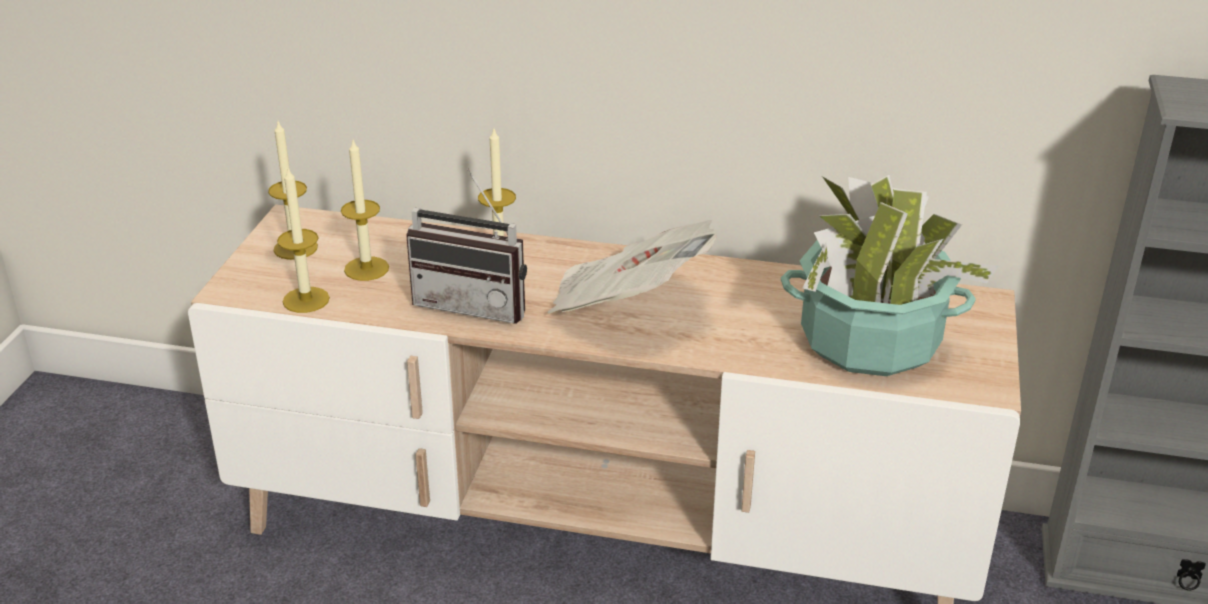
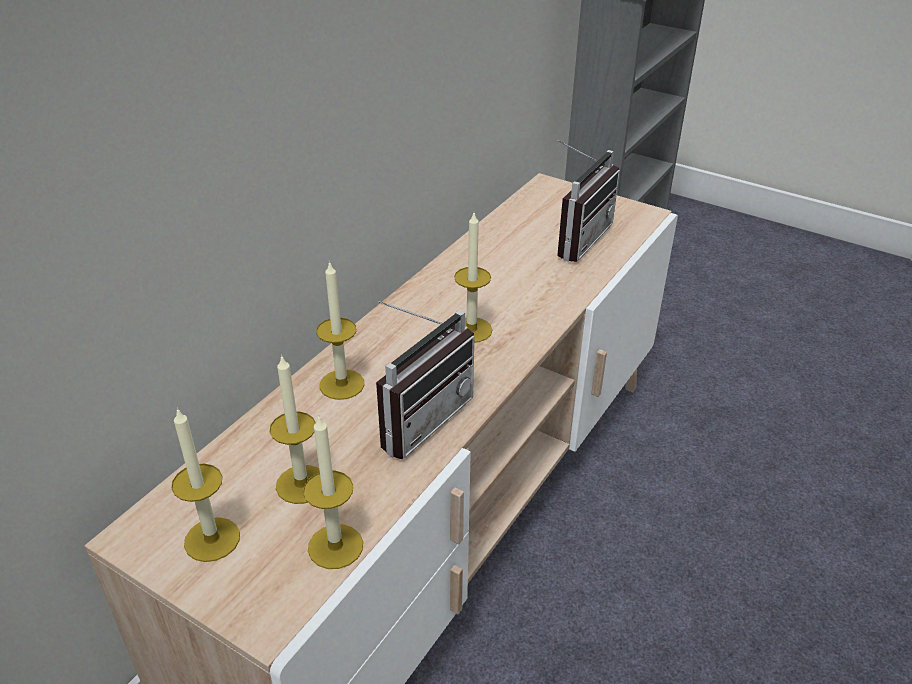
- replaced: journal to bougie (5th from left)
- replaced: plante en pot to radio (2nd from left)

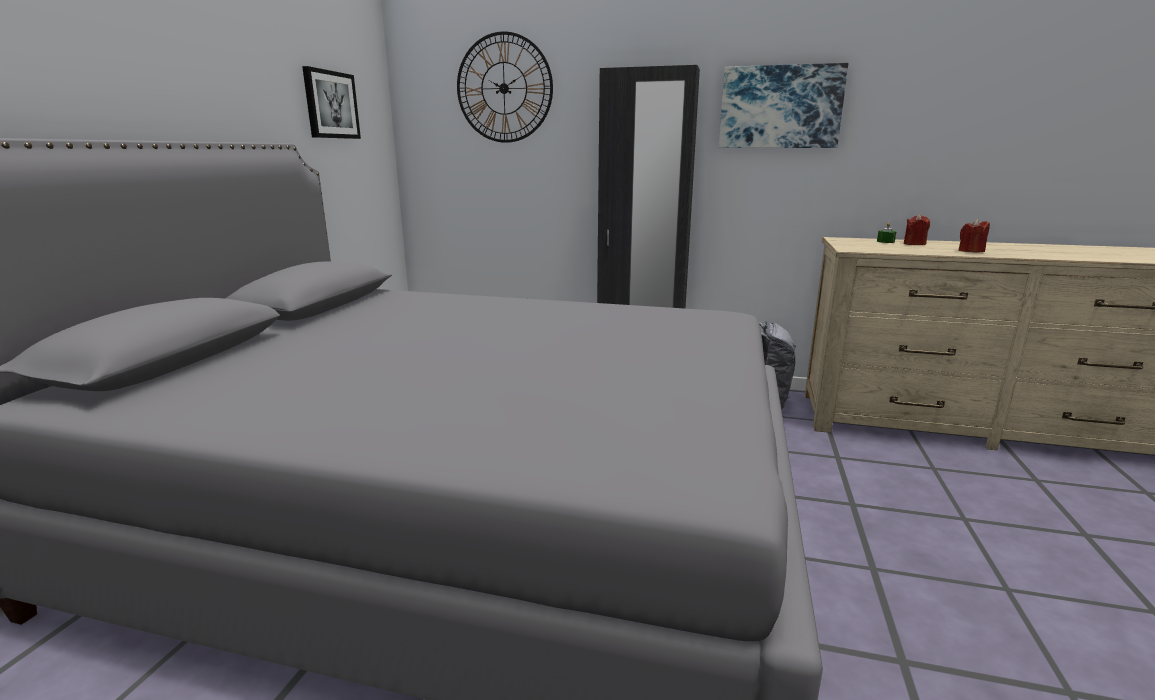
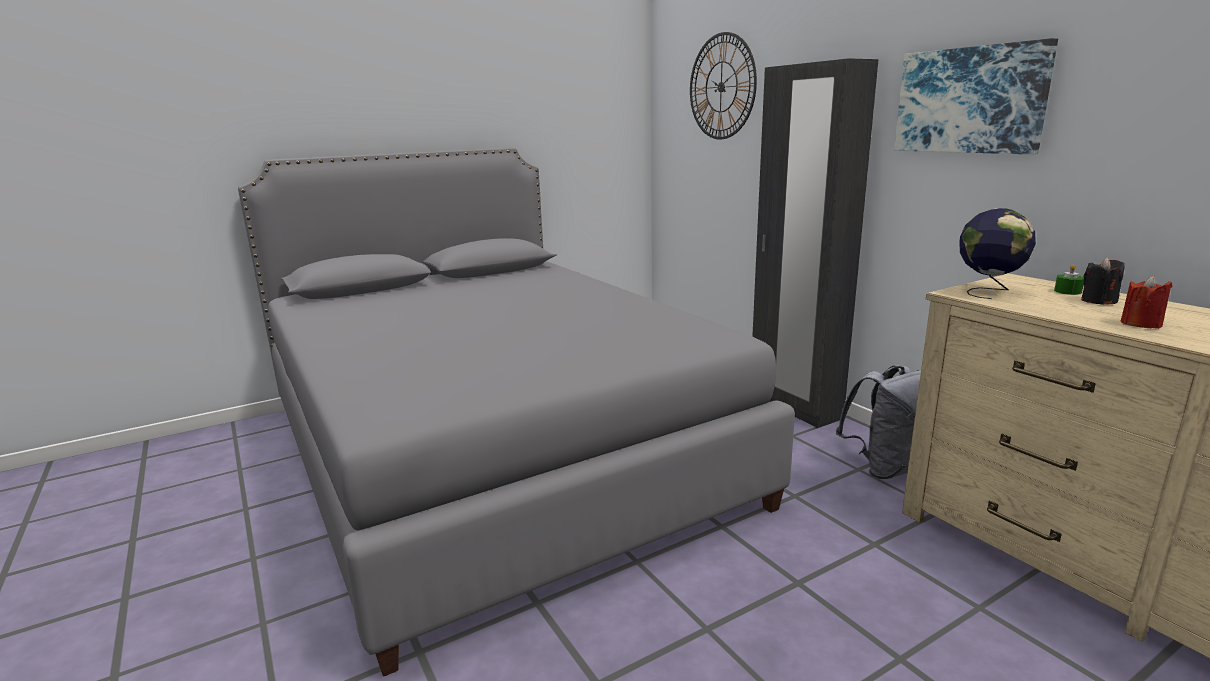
- removed: tableau (1st from left)
- recoloured: bougie (rouge) (1st from left) to bougie (noir)
- added: globe

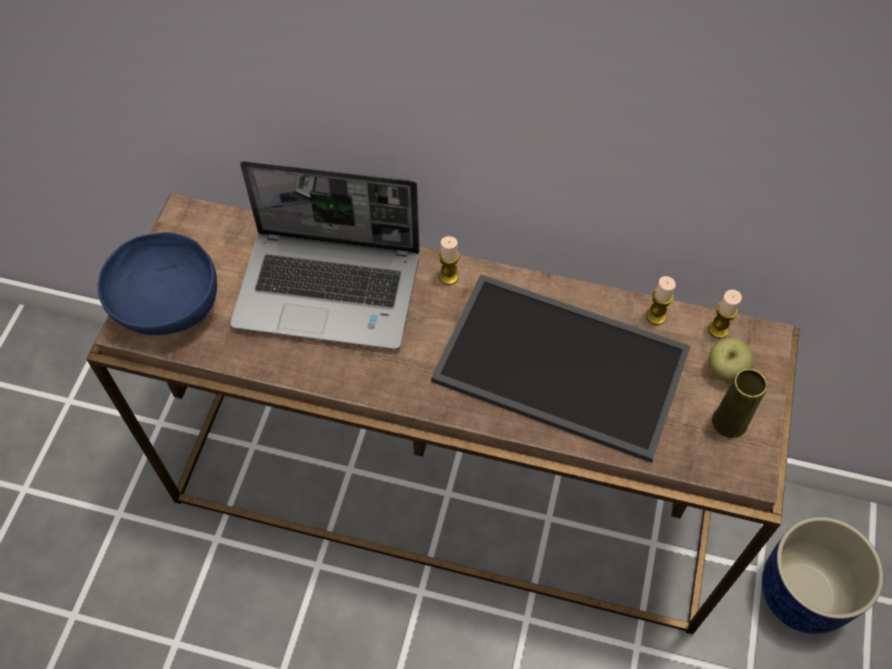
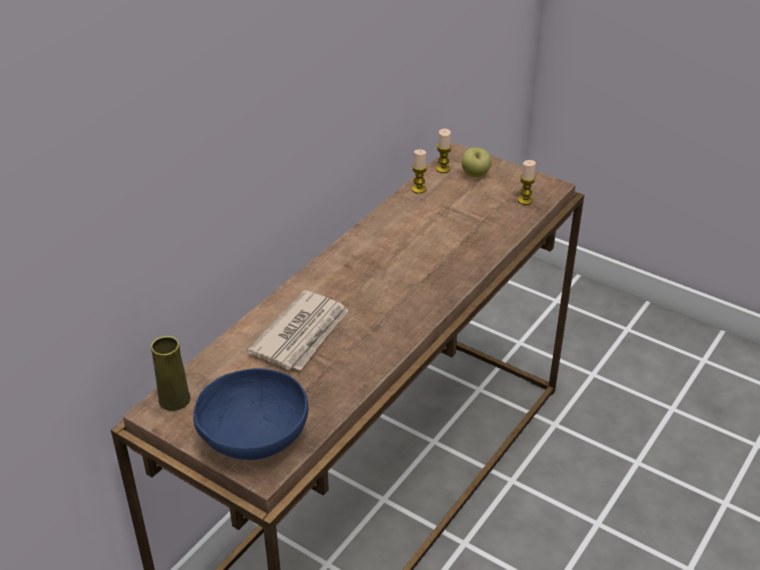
- replaced: ordinateur portable to journal
- removed: plateau
- moved: bougie (1st from left in the first image) to bougie (3rd from left)
- moved: vase (jaune)
- removed: cache-pot (bleu)

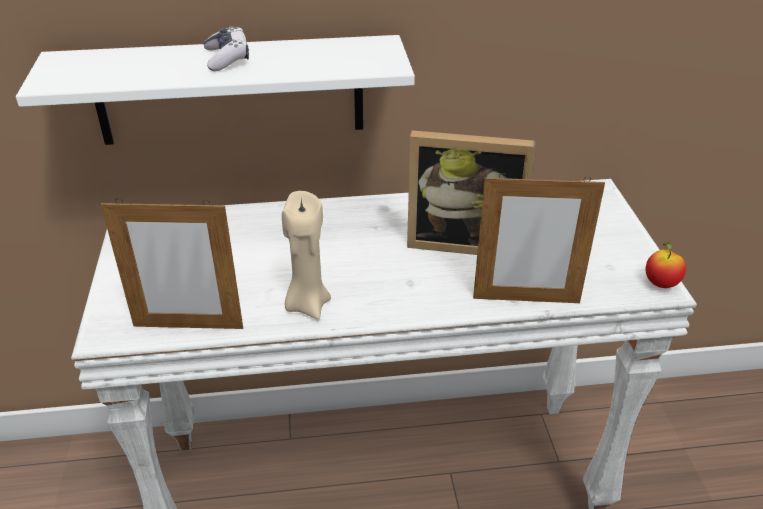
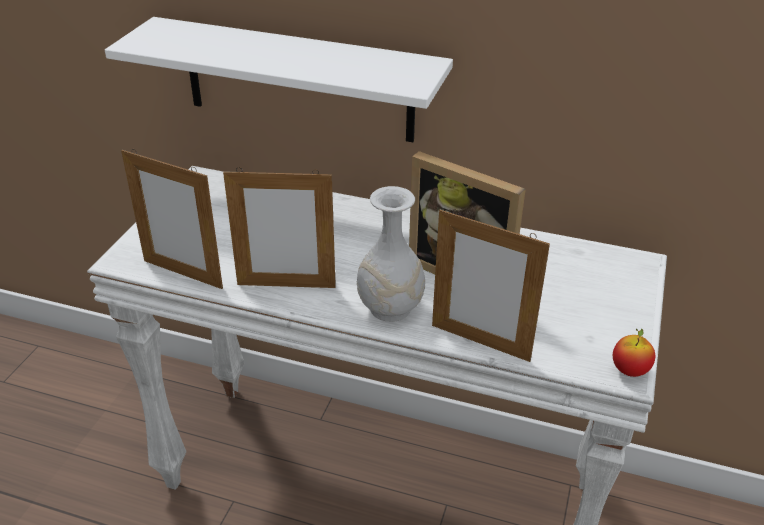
- removed: manette
- replaced: bougie (beige) to cadre photo (2nd from left)
- added: vase (blanc)

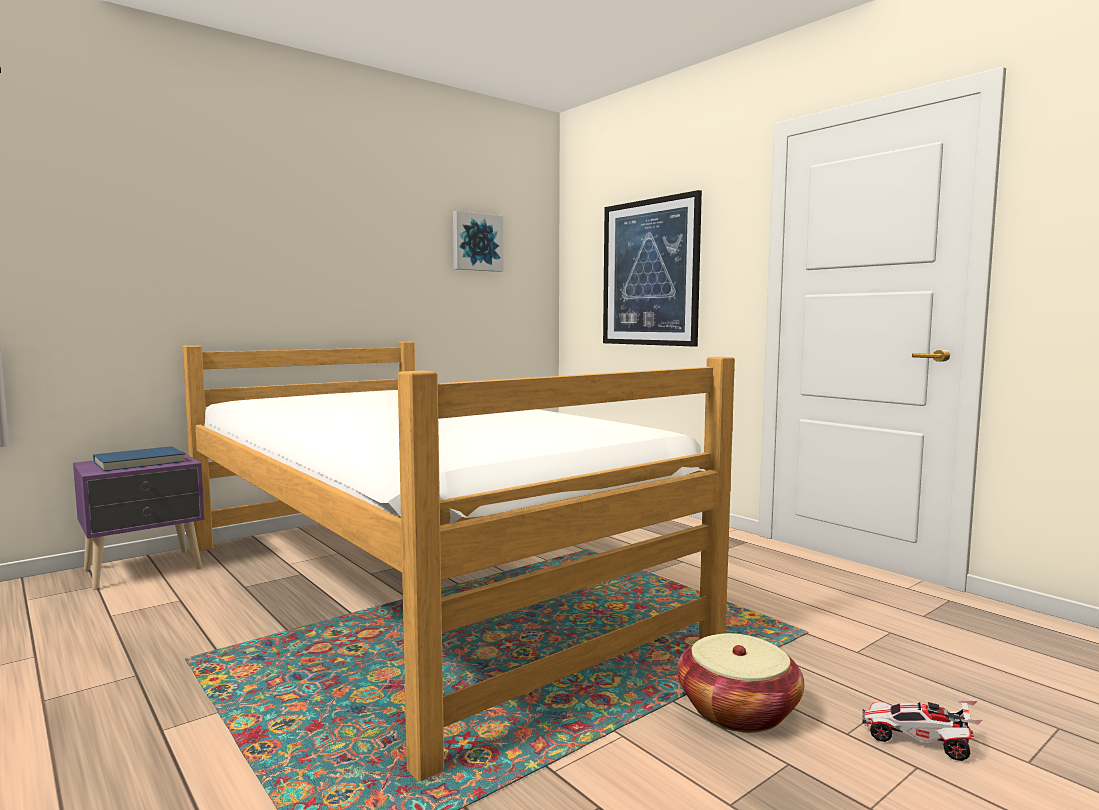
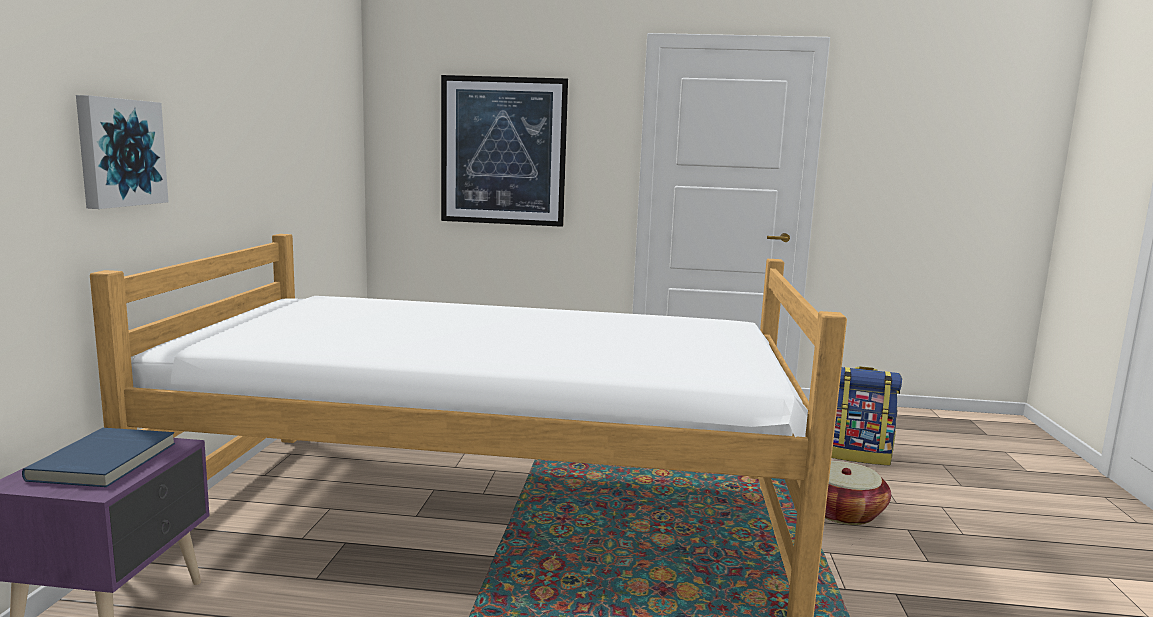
- moved: tableau (1st from left)
- removed: petite voiture
- added: sac à dos

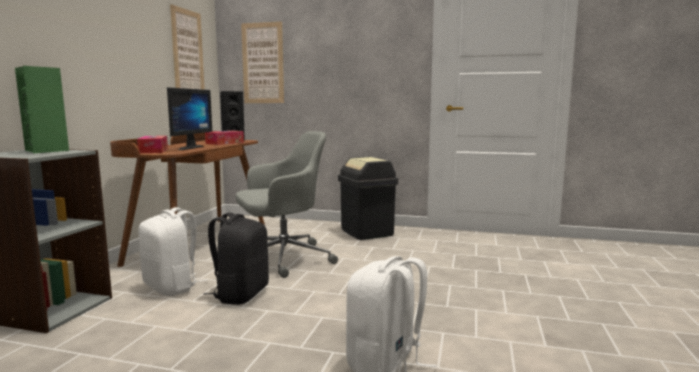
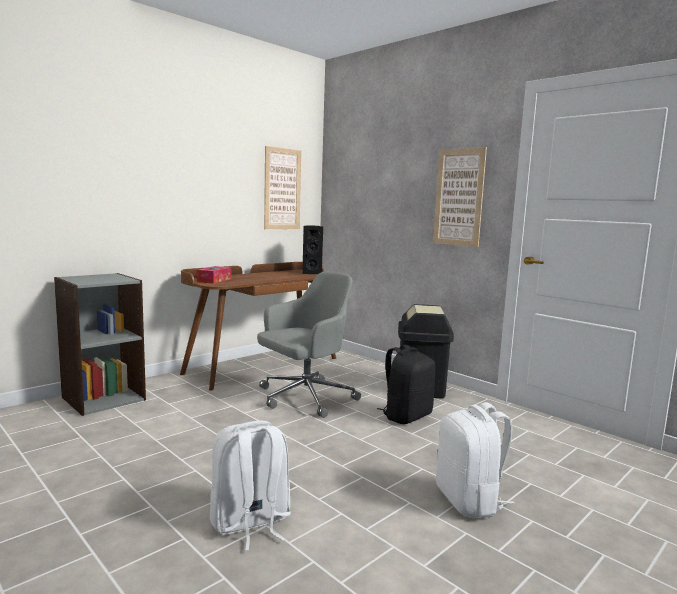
- removed: enceinte (vert)
- moved: sac à dos (blanc) (1st from left in the first image) to sac à dos (blanc) (2nd from left)
- removed: écran d'ordinateur
- moved: sac à dos (noir)
- removed: boîte à mouchoirs (2nd from left)
- turned: chaise de bureau (gris) 45 degrees counterclockwise
- moved: tableau (2nd from left)

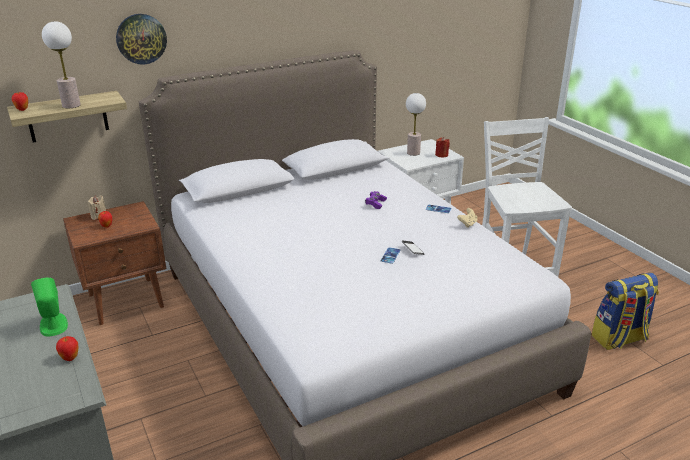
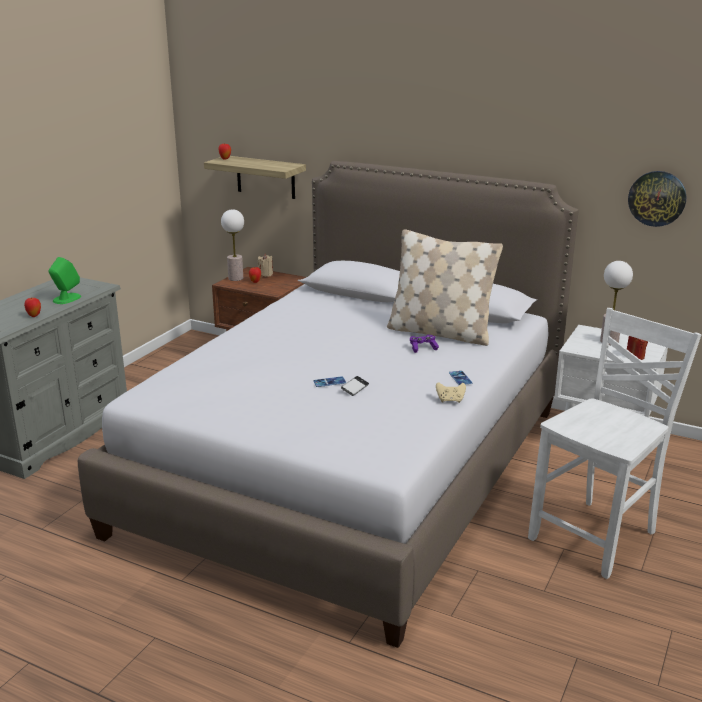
- moved: lampe de table (1st from left)
- moved: horloge murale
- removed: sac à dos
- added: coussin (beige)

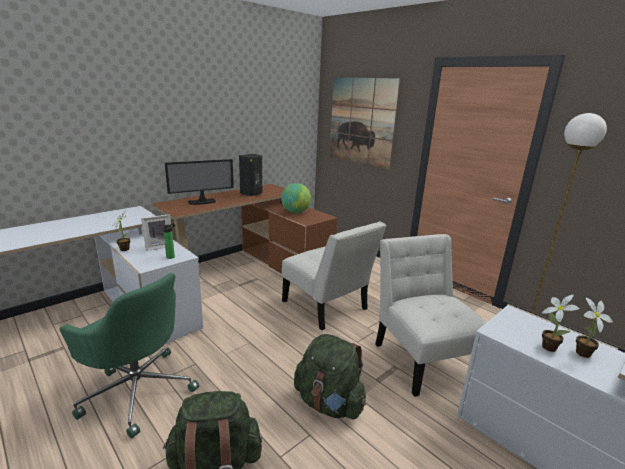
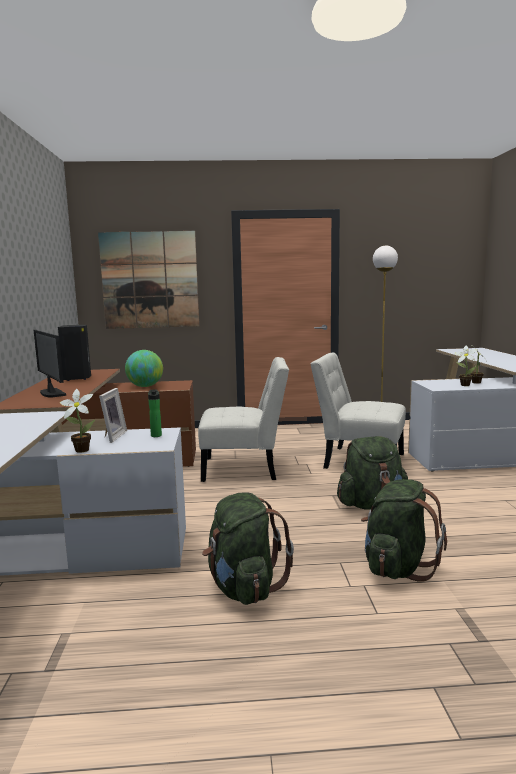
- replaced: chaise de bureau (vert) to sac à dos (vert) (1st from left)
- turned: écran d'ordinateur 135 degrees clockwise

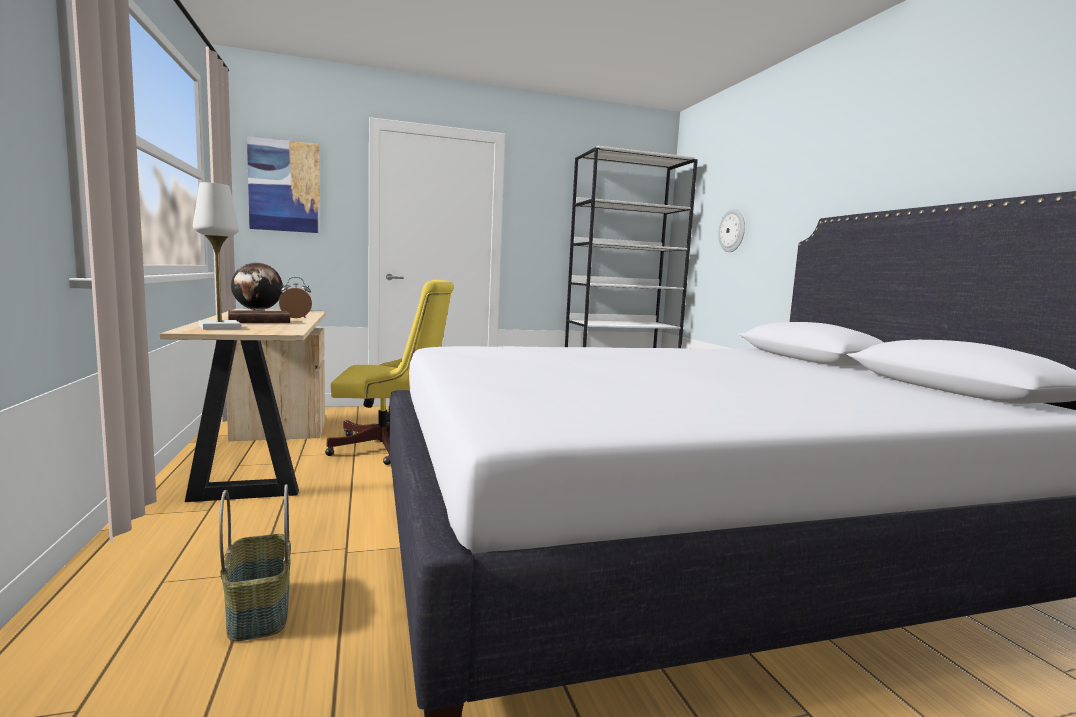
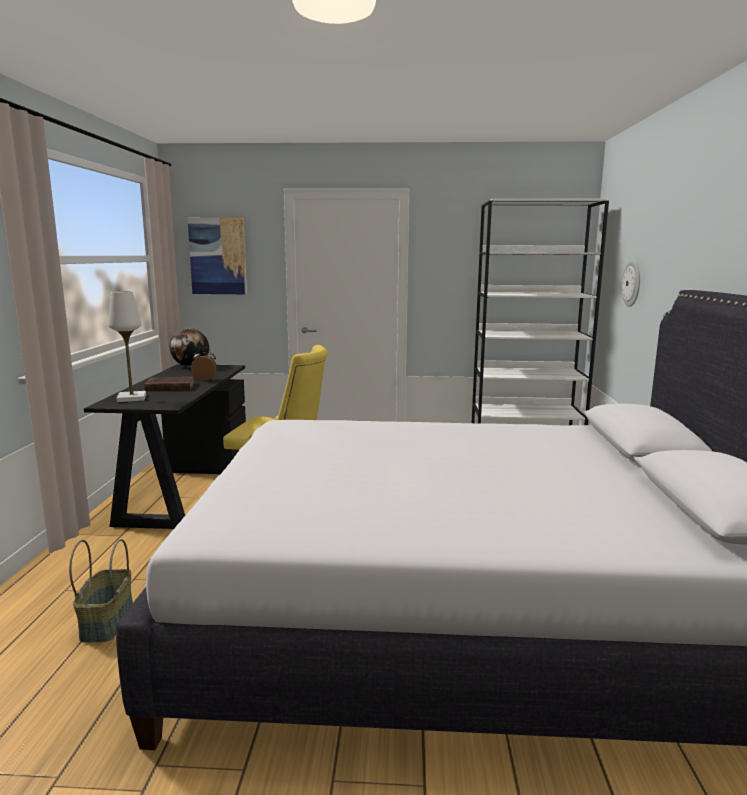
- recoloured: bureau (beige) to bureau (noir)

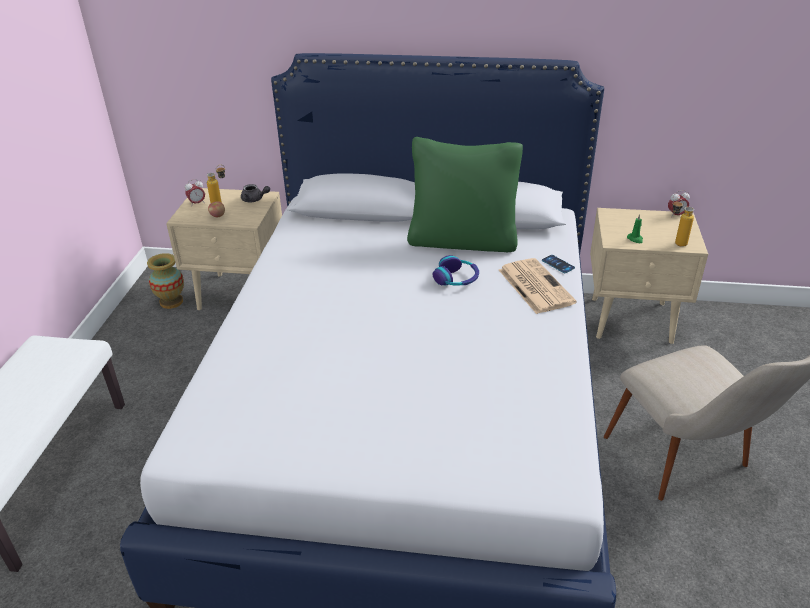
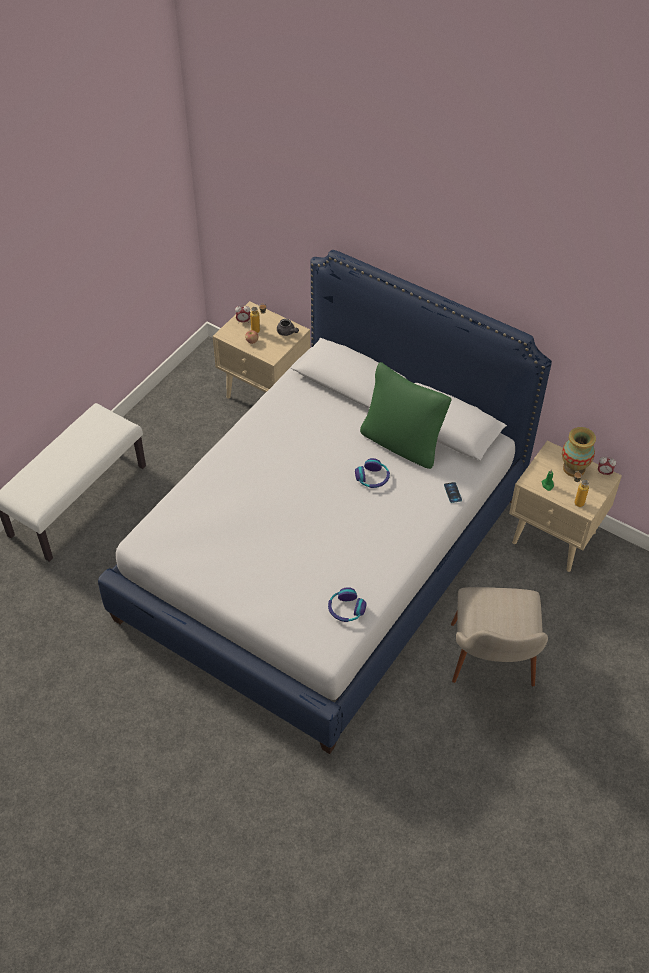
- moved: vase
- removed: journal
- added: casque audio (1st from left)

